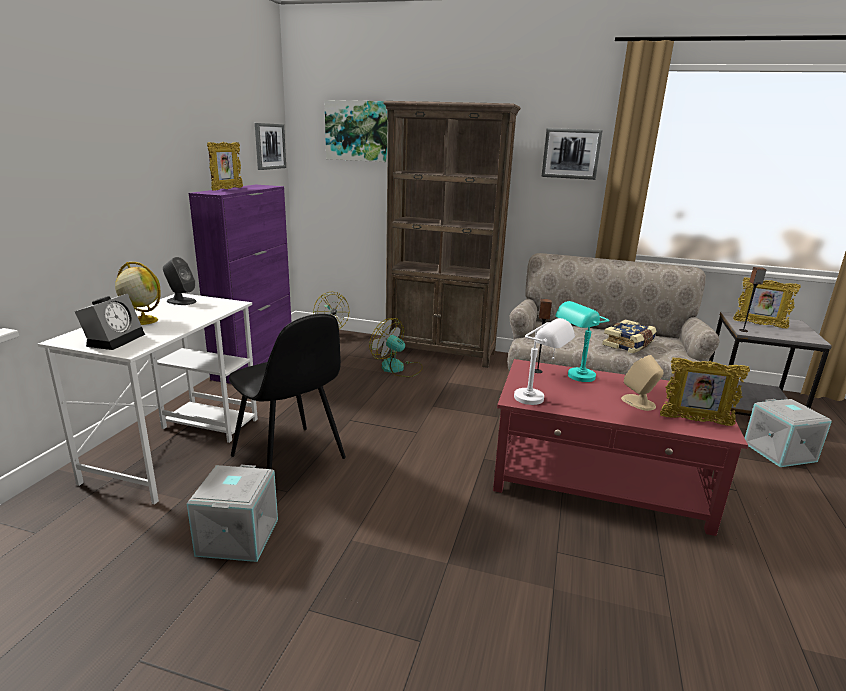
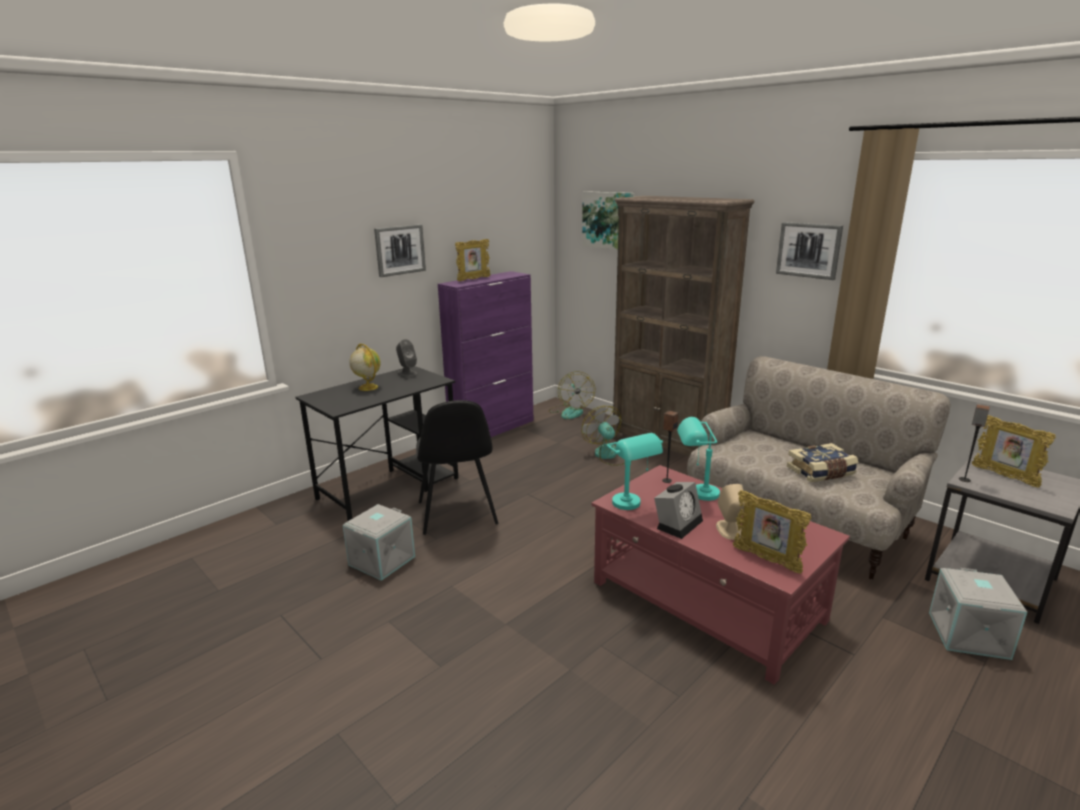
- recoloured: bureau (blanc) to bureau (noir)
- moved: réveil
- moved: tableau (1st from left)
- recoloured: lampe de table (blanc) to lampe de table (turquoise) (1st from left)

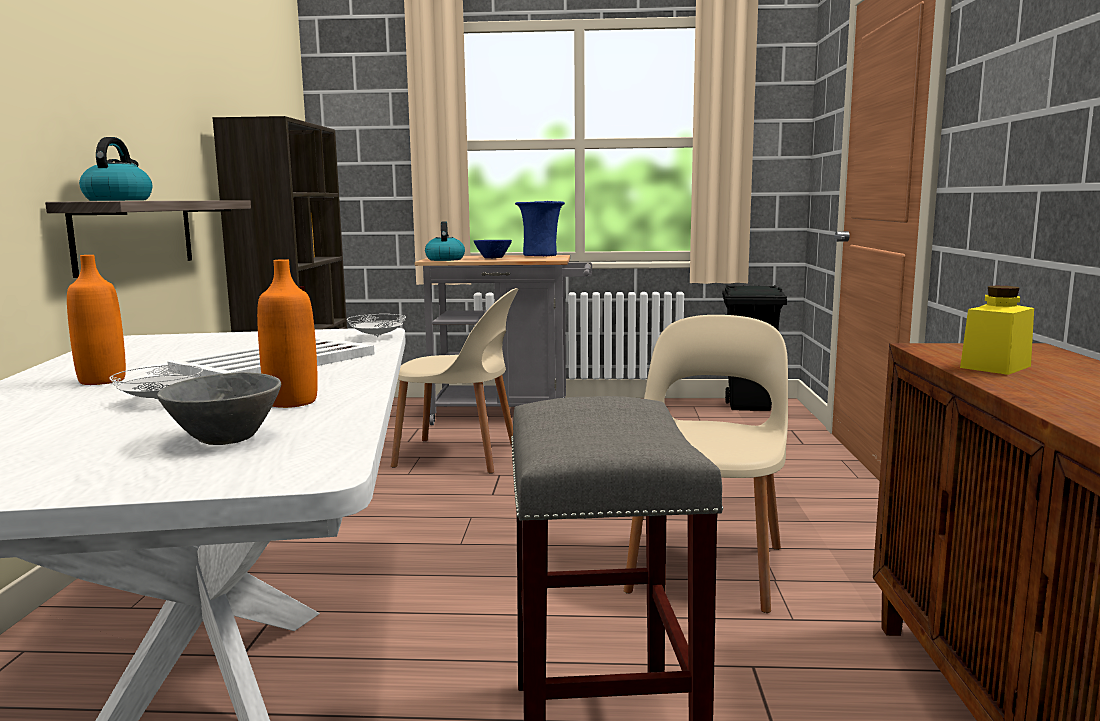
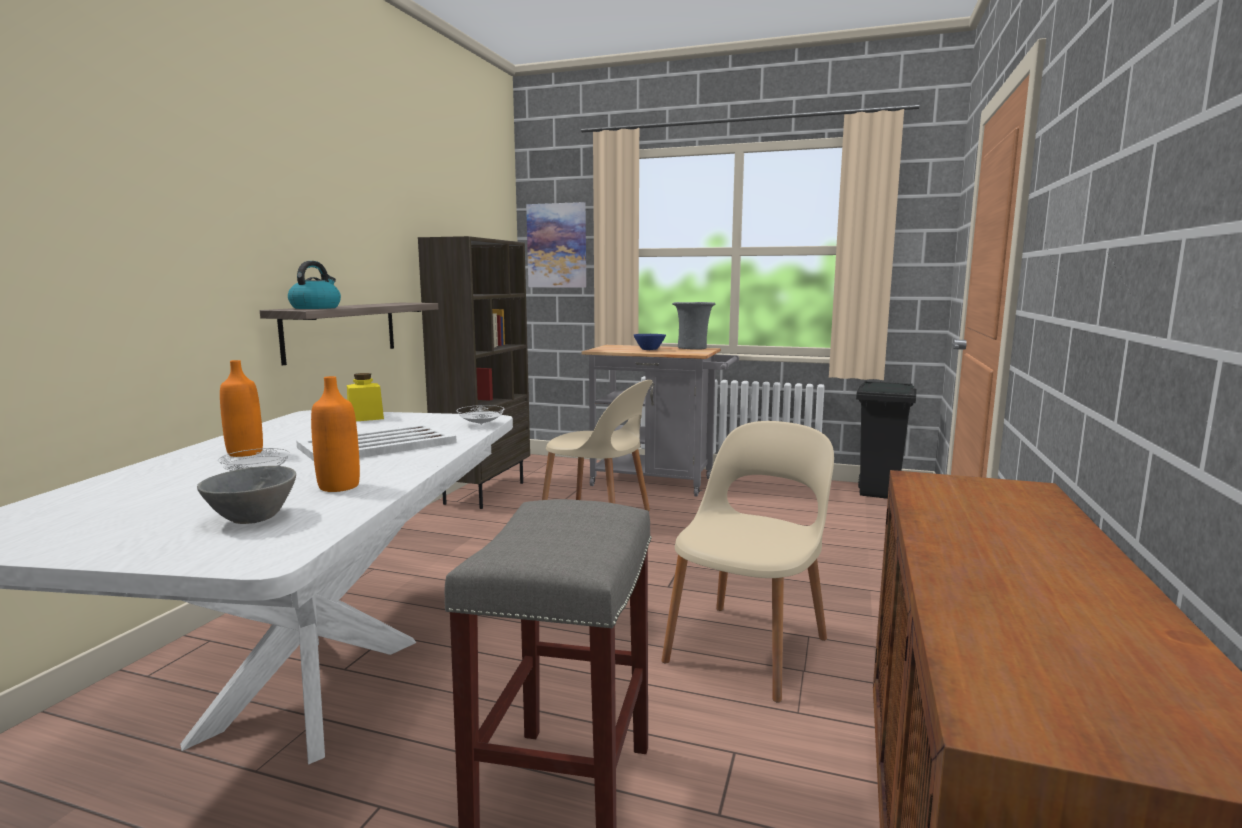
- removed: bouilloire (2nd from left)
- recoloured: vase (bleu) to vase (gris)
- moved: bocal (jaune)
- added: tableau

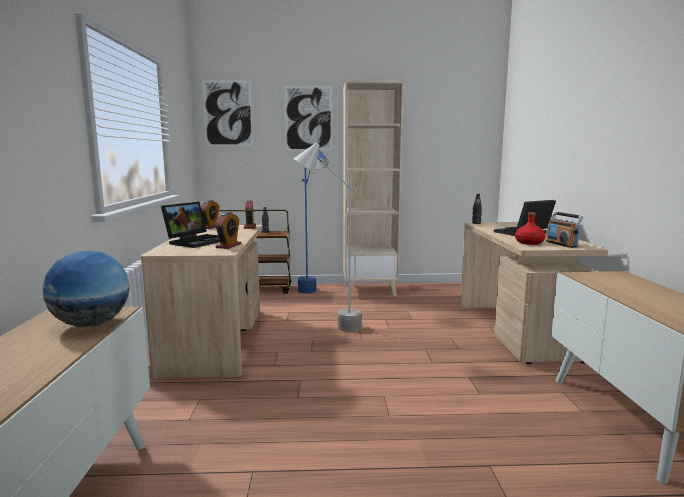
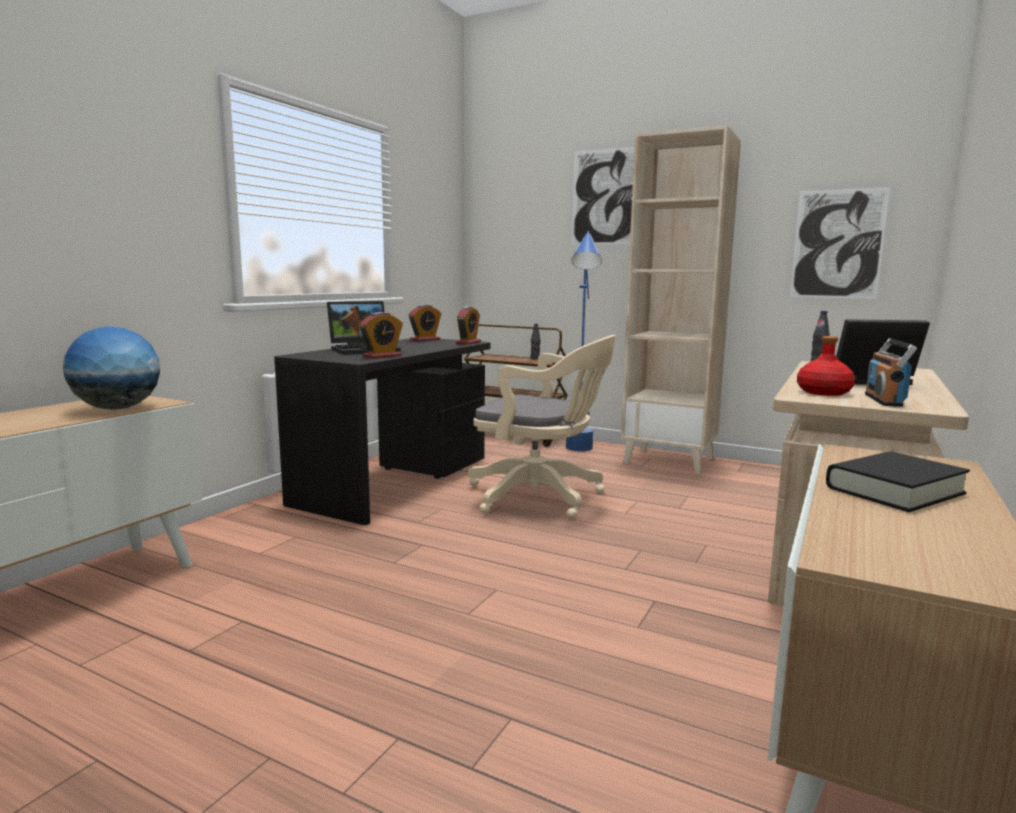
- recoloured: bureau (beige) (1st from left) to bureau (noir)
- moved: tableau (1st from left in the first image) to tableau (2nd from left)
- replaced: lampadaire (gris) to chaise de bureau (beige)
- added: livre (noir)

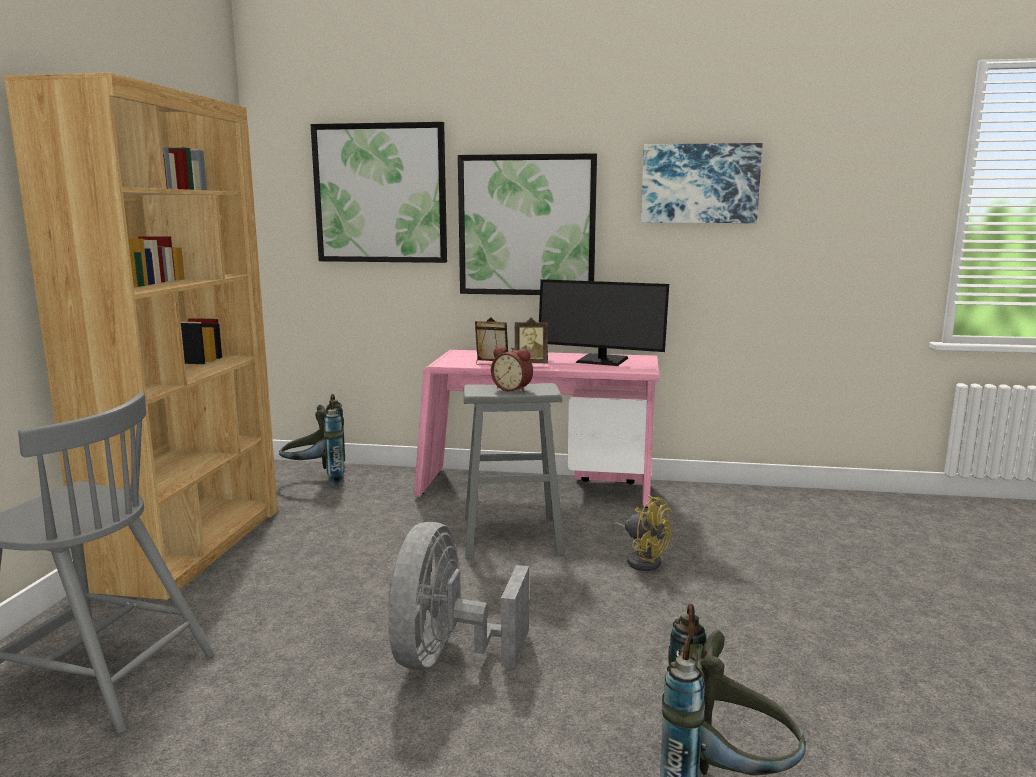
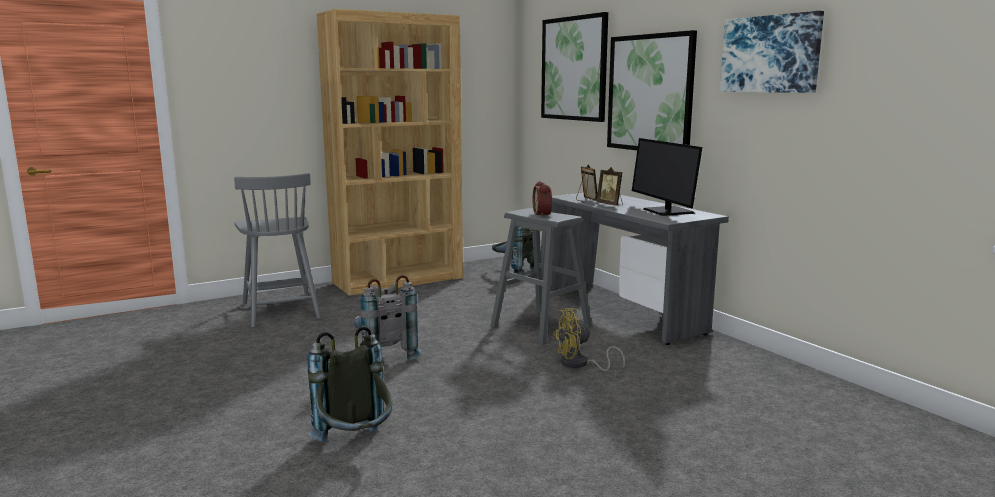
- replaced: ventilateur (gris) to sac à dos (gris) (2nd from left)
- recoloured: bureau (rose) to bureau (gris)
- turned: ventilateur (jaune) 75 degrees clockwise

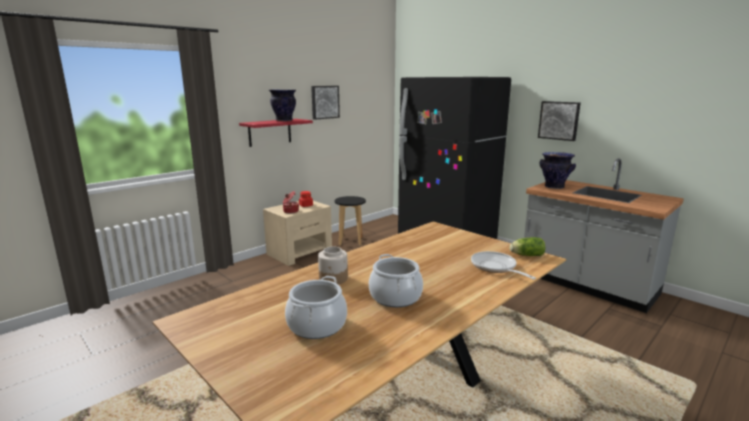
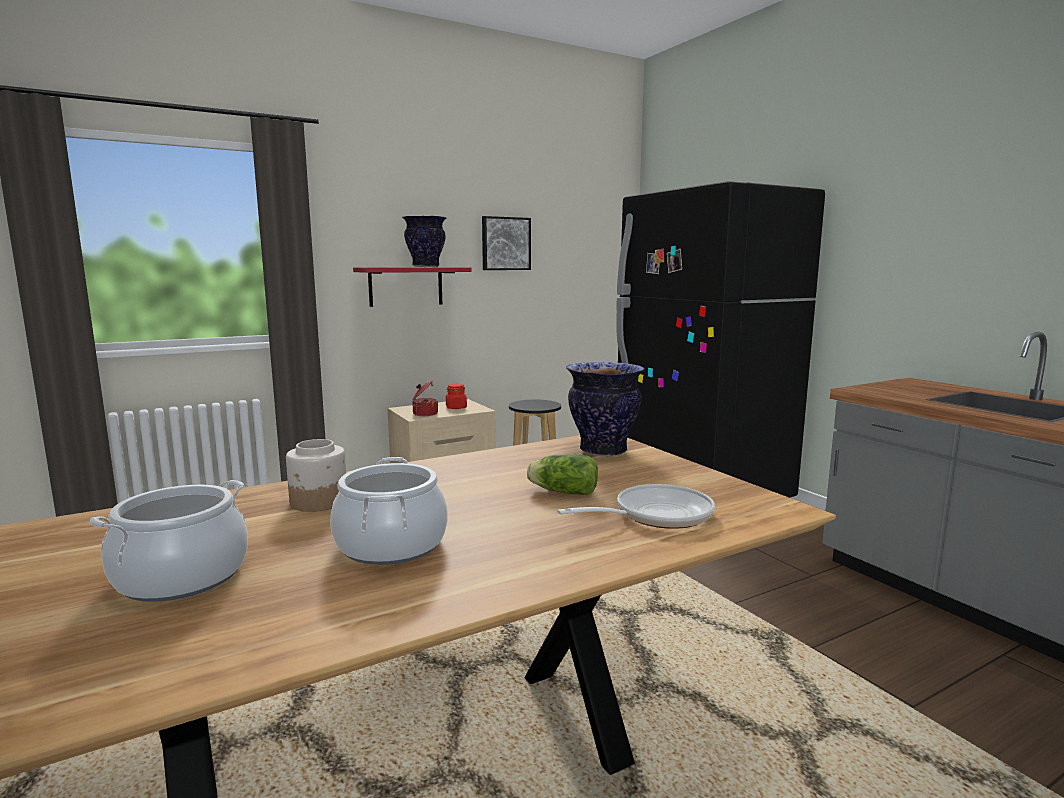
- turned: poêle 75 degrees clockwise
- moved: laitue
- removed: tableau (2nd from left)
- moved: vase (2nd from left)

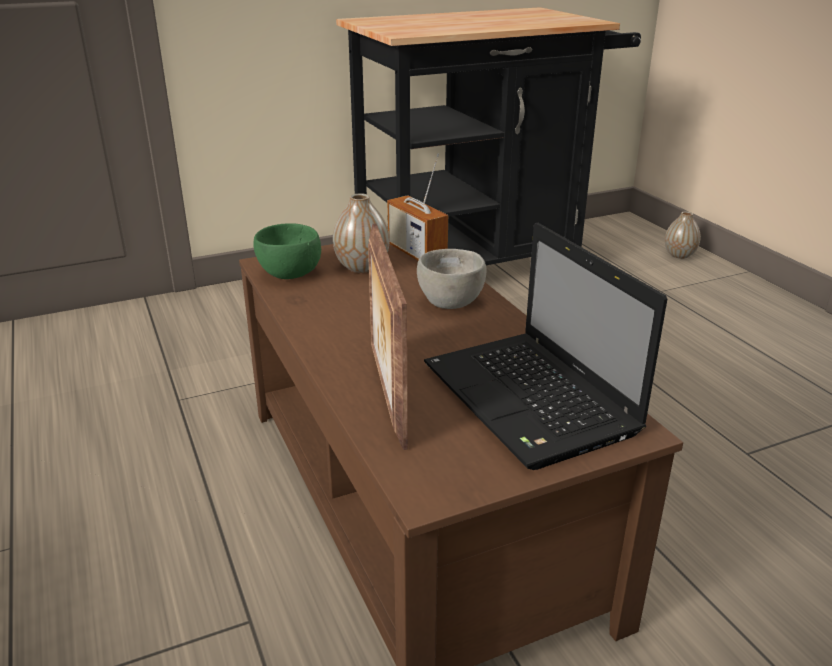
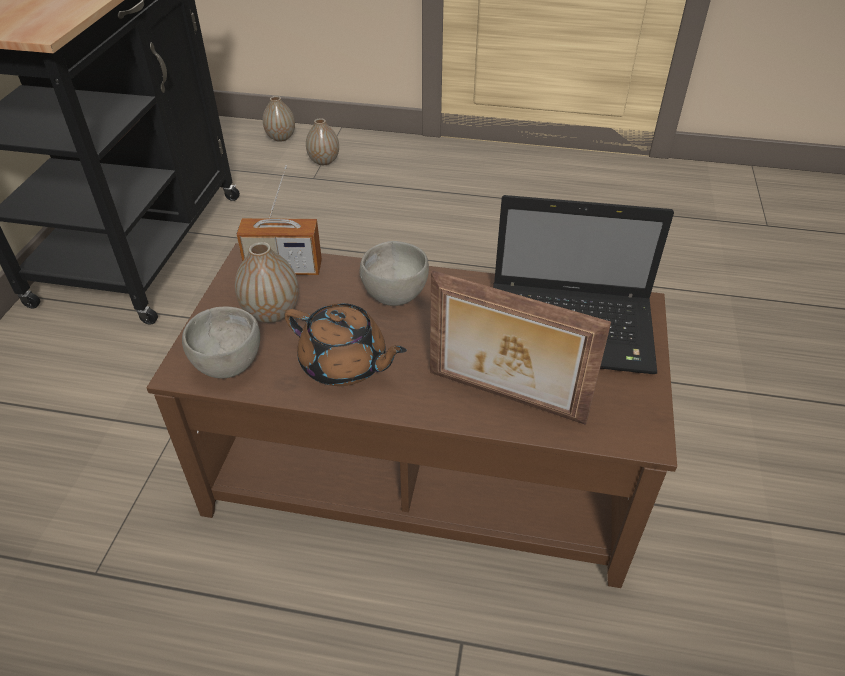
- recoloured: bol (vert) to bol (gris) (1st from left)
- added: théière (marron)
- added: vase (3rd from left)

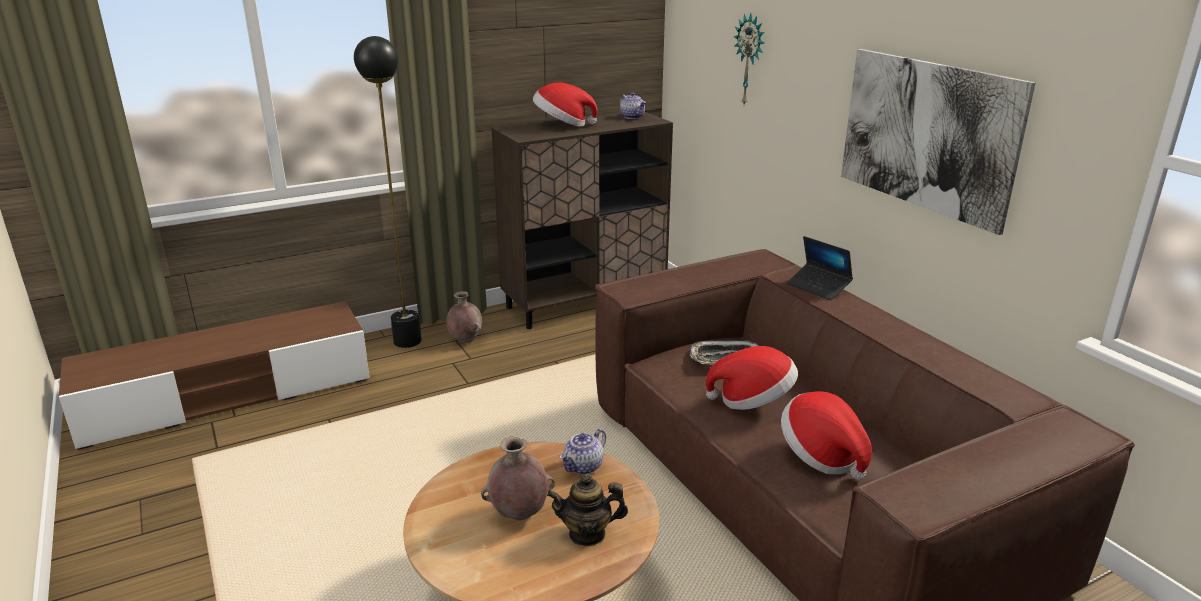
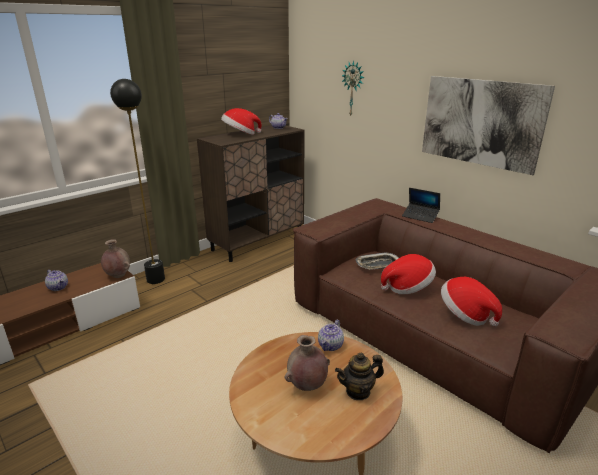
- moved: vase (marron) (1st from left)
- added: théière (1st from left)

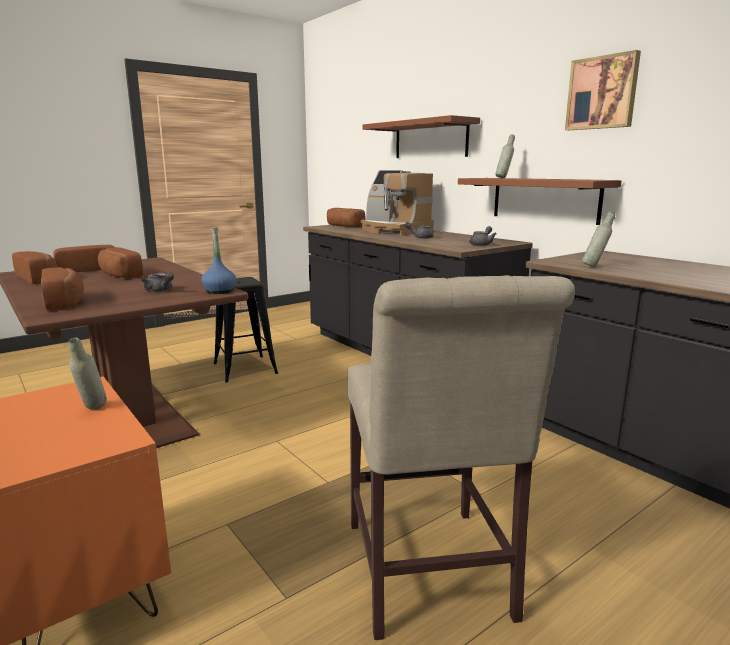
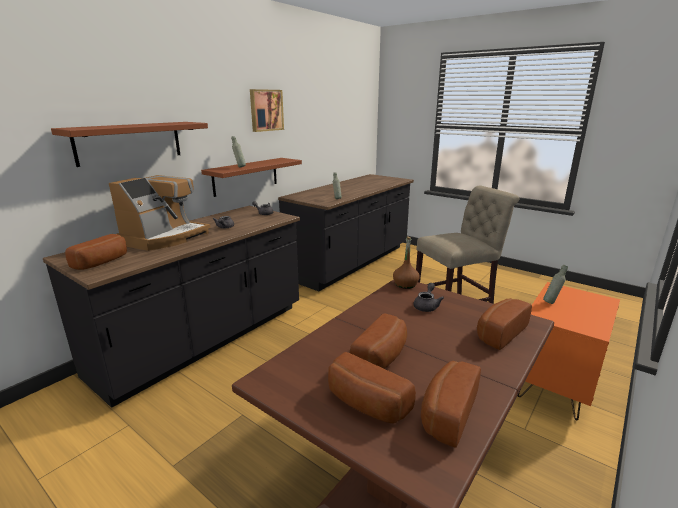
- recoloured: bouteille (bleu) to bouteille (marron)
- removed: tabouret (noir)

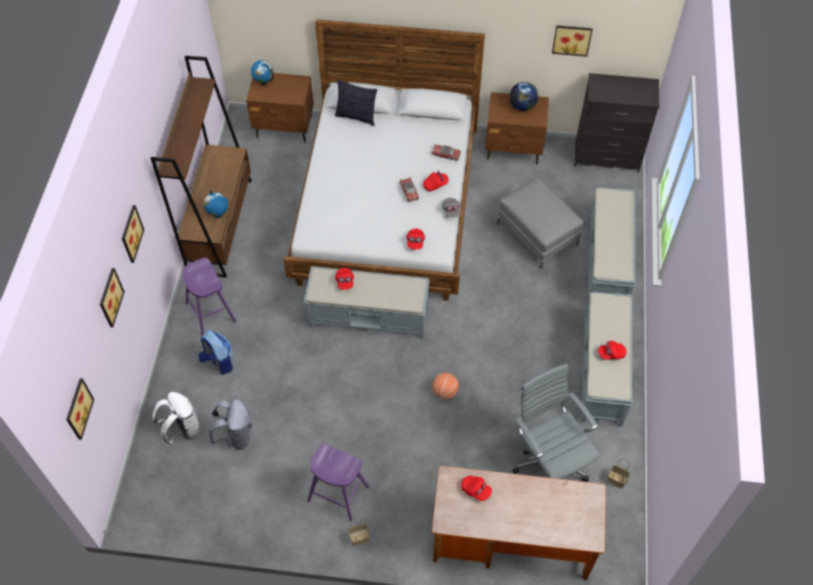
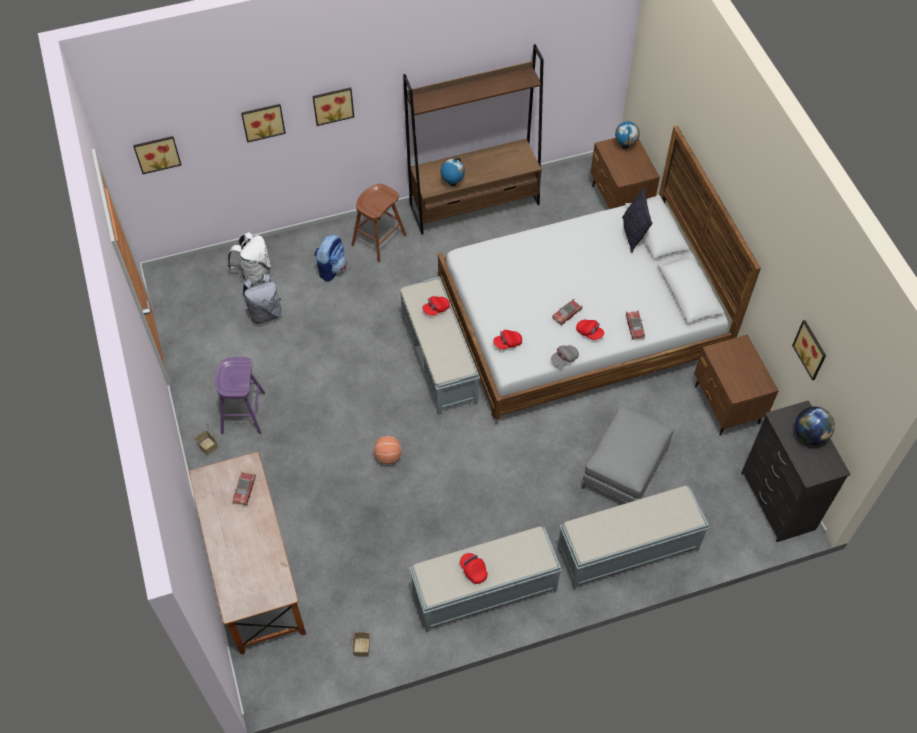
- recoloured: tabouret (violet) (1st from left) to tabouret (marron)
- replaced: casquette (rouge) (4th from left) to petite voiture (1st from left)
- moved: globe (3rd from left)
- removed: chaise de bureau (gris)

